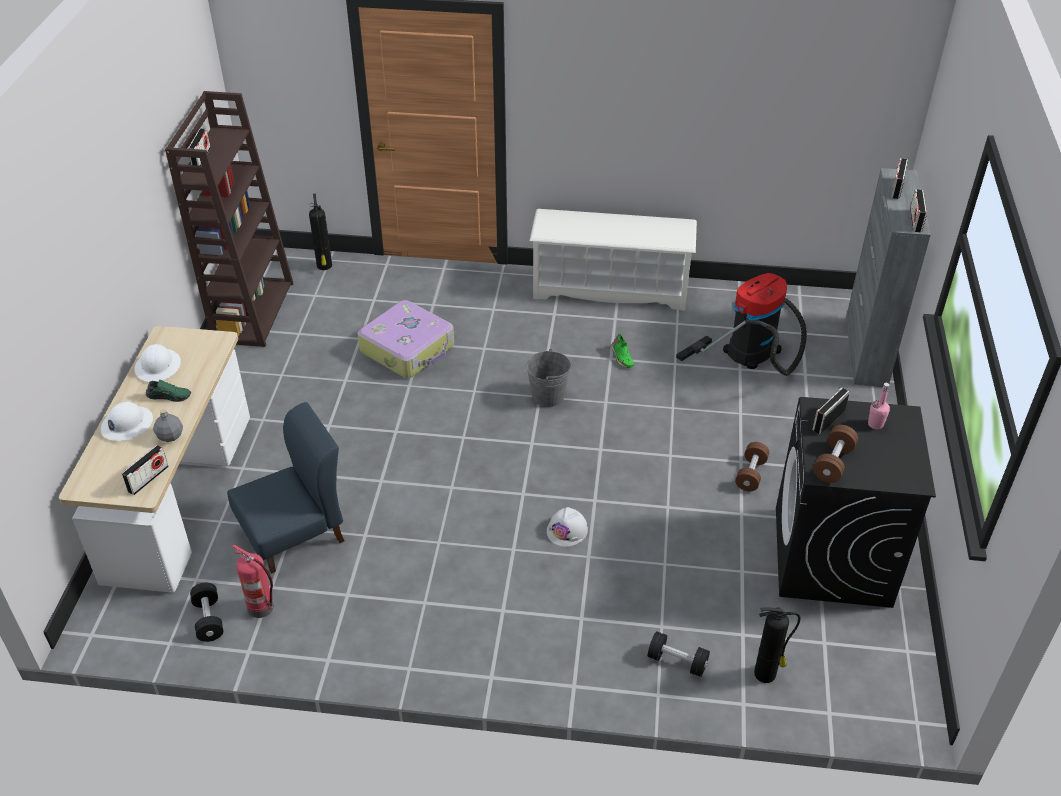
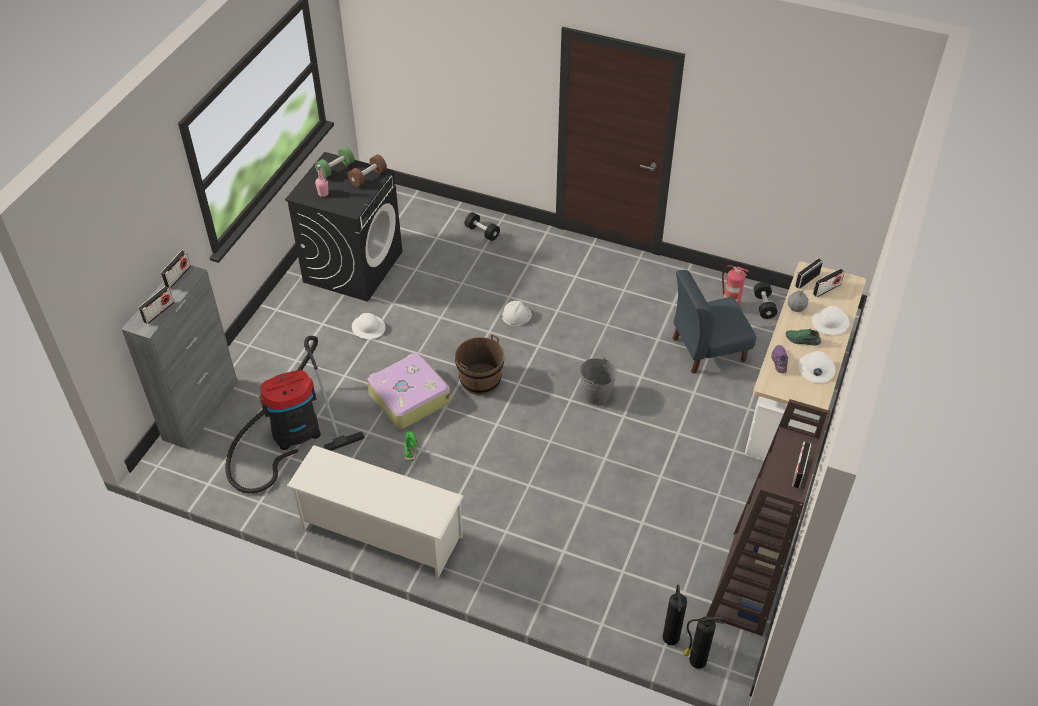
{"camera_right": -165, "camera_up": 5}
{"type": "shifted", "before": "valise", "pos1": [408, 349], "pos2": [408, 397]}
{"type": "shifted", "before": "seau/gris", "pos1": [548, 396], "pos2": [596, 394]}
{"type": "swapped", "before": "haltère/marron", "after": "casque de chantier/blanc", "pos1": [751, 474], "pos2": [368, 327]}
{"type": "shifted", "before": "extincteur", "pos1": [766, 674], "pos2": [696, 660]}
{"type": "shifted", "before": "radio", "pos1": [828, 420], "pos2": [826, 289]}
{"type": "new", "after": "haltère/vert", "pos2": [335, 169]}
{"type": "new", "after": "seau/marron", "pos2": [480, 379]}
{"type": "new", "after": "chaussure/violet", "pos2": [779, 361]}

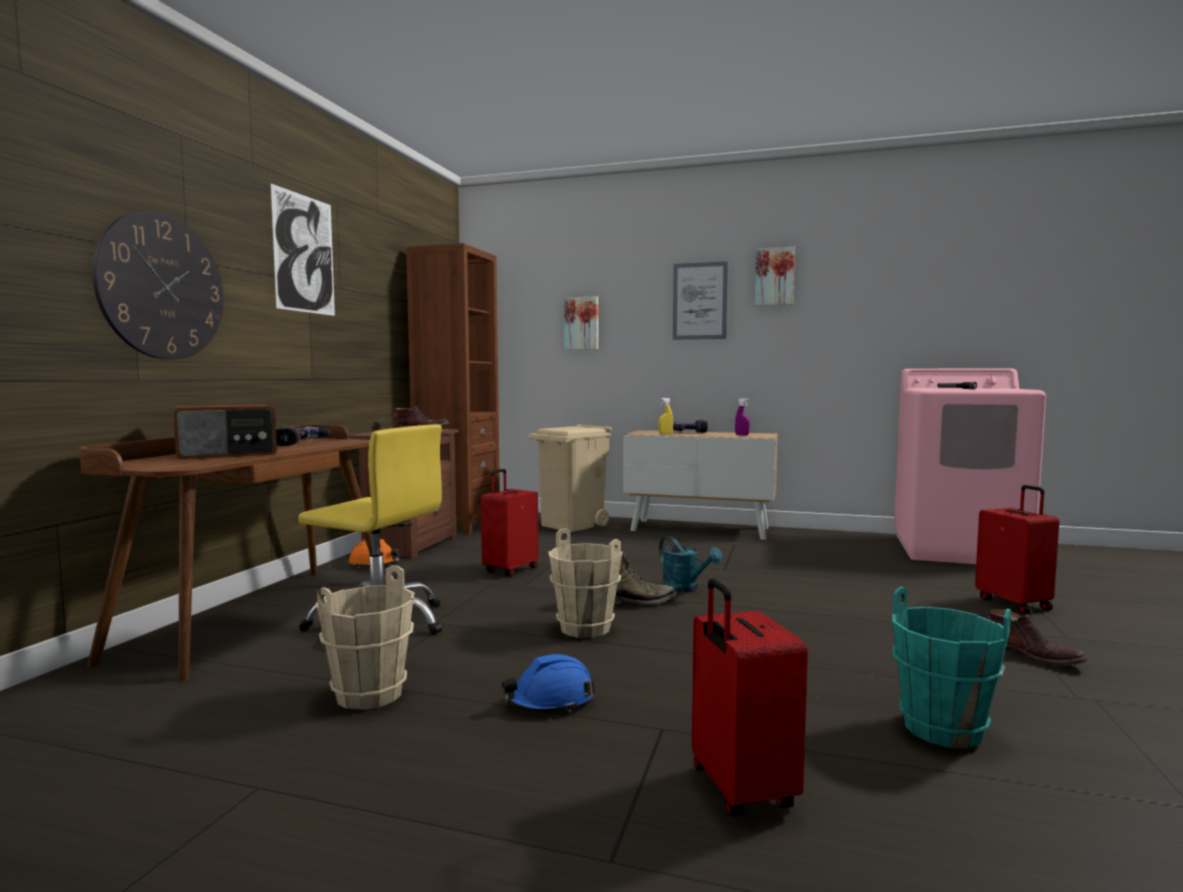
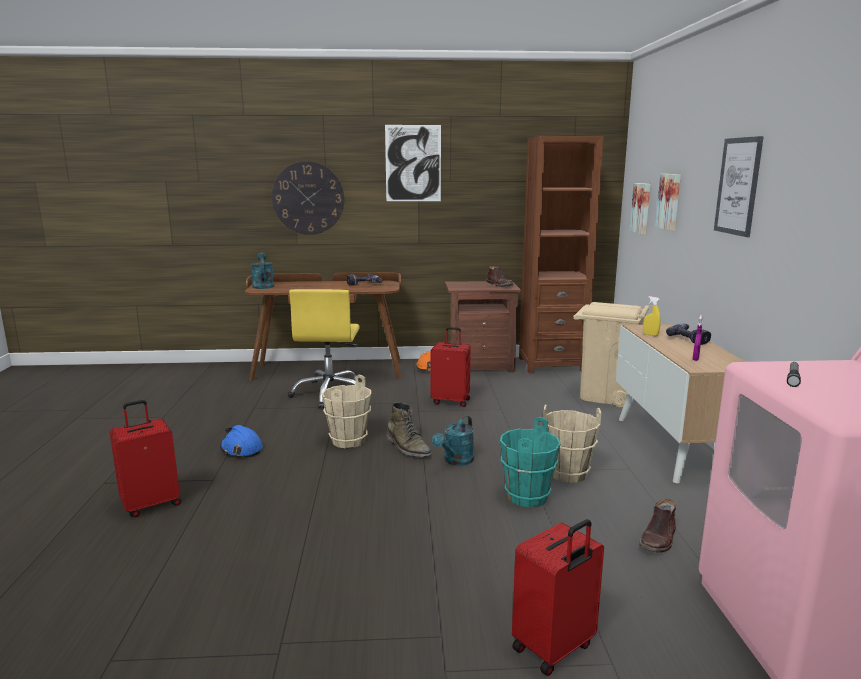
{"camera_right": 70, "camera_up": 10}
{"type": "gone", "before": "radio", "pos1": [227, 454]}
{"type": "shifted", "before": "seau/beige", "pos1": [370, 694], "pos2": [568, 474]}
{"type": "shifted", "before": "tableau", "pos1": [774, 277], "pos2": [642, 208]}
{"type": "shifted", "before": "seau/turquoise", "pos1": [942, 730], "pos2": [526, 496]}
{"type": "shifted", "before": "botte/marron", "pos1": [1032, 655], "pos2": [658, 539]}
{"type": "new", "after": "arrosoir/turquoise", "pos2": [263, 285]}

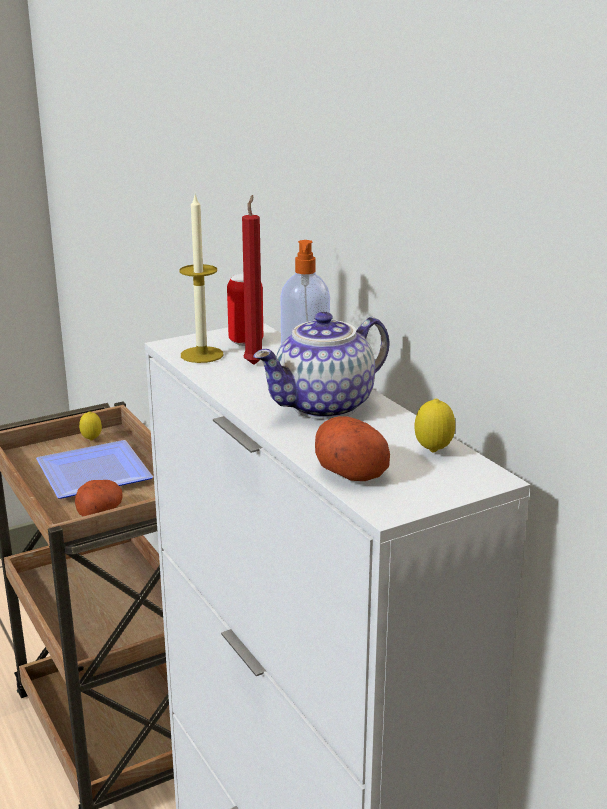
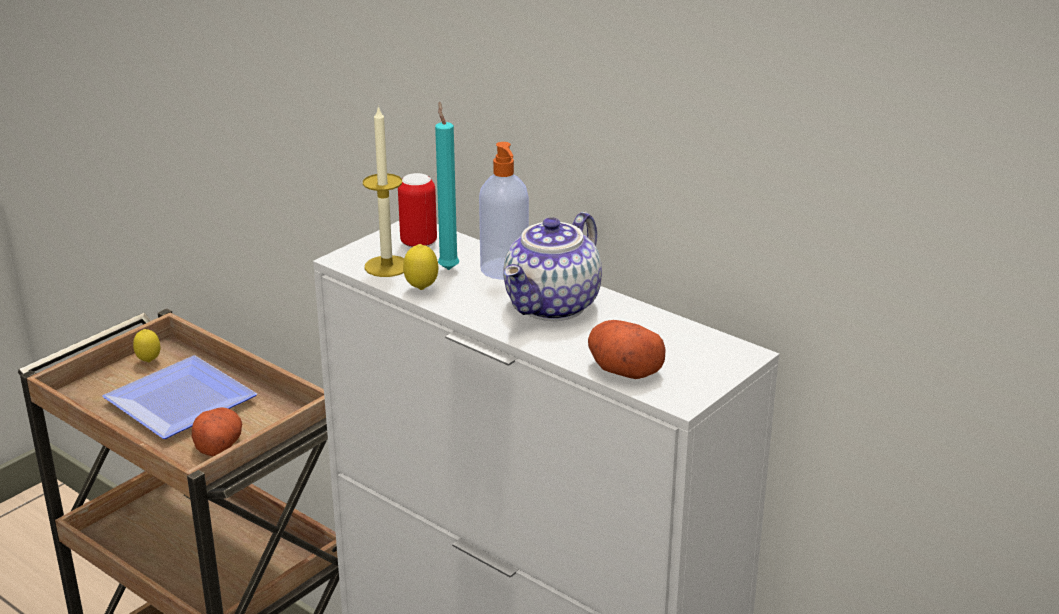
{"camera_right": -20, "camera_up": 5}
{"type": "repainted", "before": "bougie/rouge", "after": "bougie/turquoise", "pos1": [254, 363], "pos2": [448, 268]}
{"type": "shifted", "before": "citron", "pos1": [433, 452], "pos2": [421, 289]}

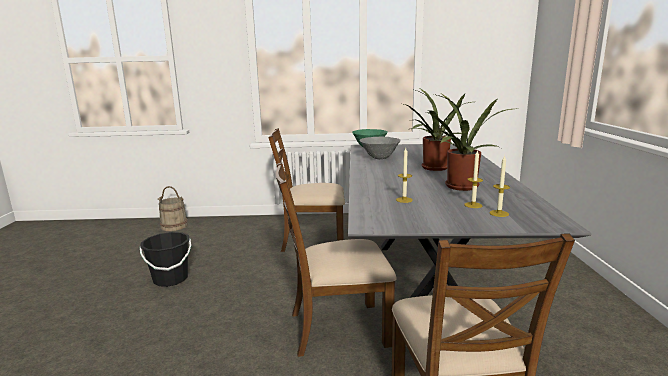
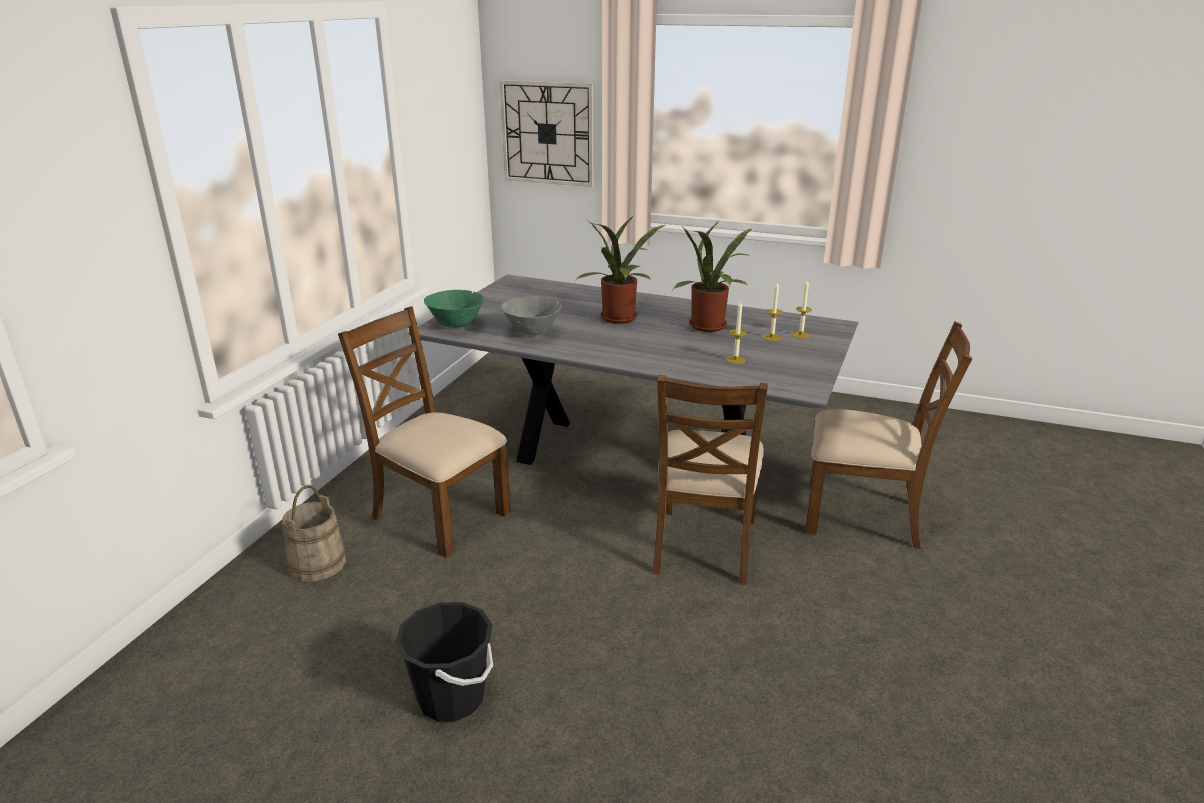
{"camera_right": -70, "camera_up": 10}
{"type": "shifted", "before": "seau/beige", "pos1": [174, 226], "pos2": [317, 563]}
{"type": "rotated", "before": "chaise/marron", "pos1": [312, 241], "pos2": [439, 515], "turn": 105}
{"type": "new", "after": "horloge murale", "pos2": [547, 133]}

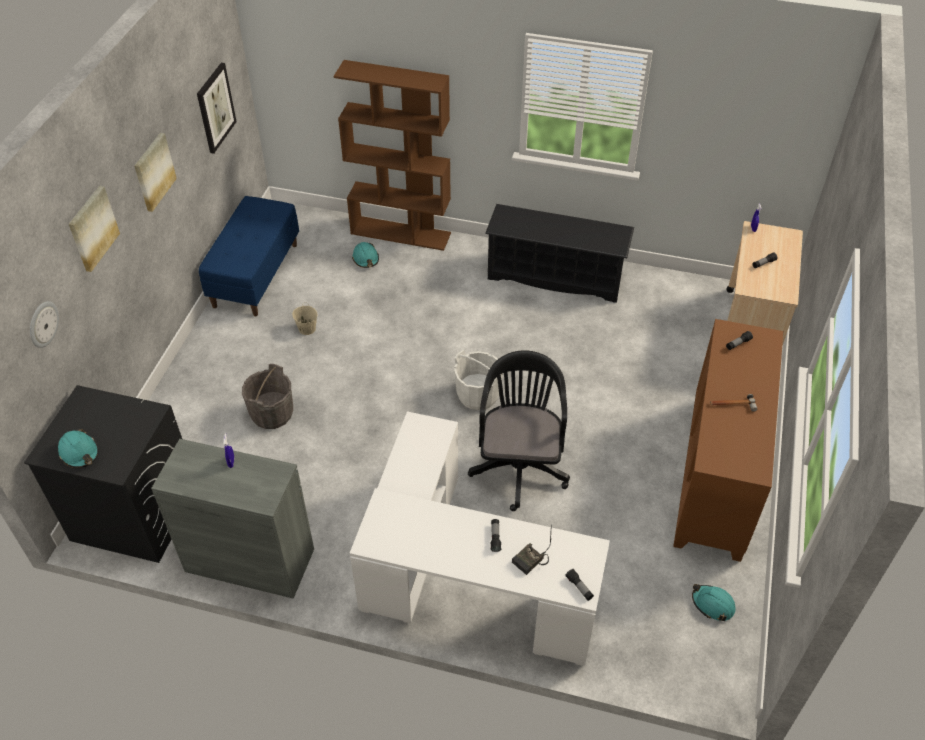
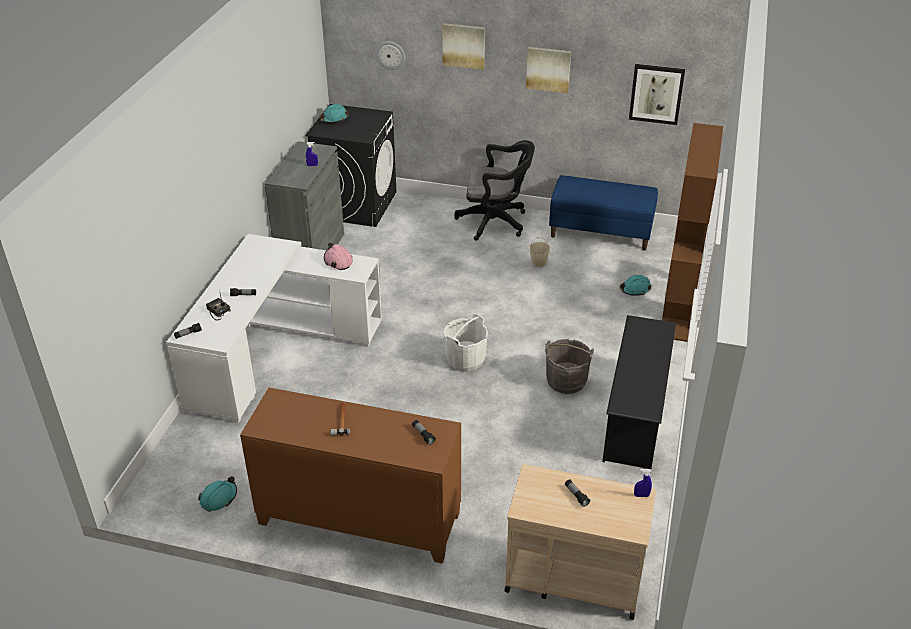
{"camera_right": 90, "camera_up": -10}
{"type": "shifted", "before": "seau/gris", "pos1": [272, 413], "pos2": [566, 381]}
{"type": "shifted", "before": "chaise de bureau/noir", "pos1": [519, 464], "pos2": [496, 222]}
{"type": "new", "after": "casque de chantier/rose", "pos2": [338, 261]}

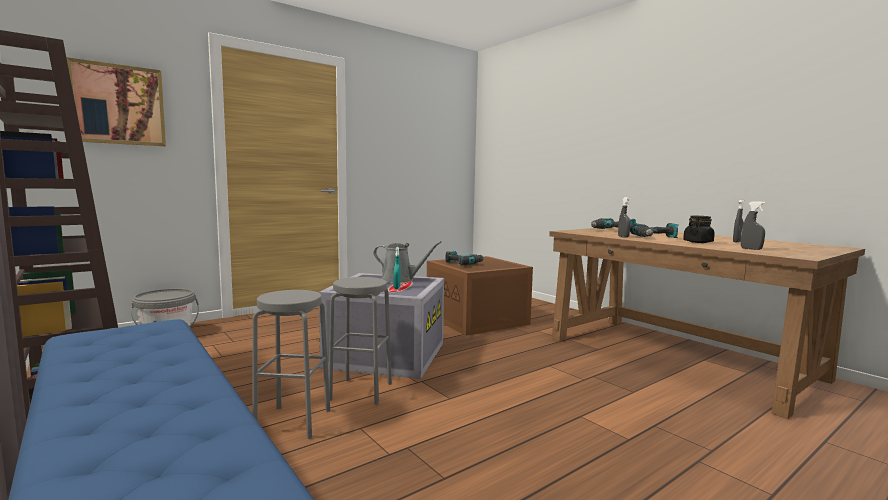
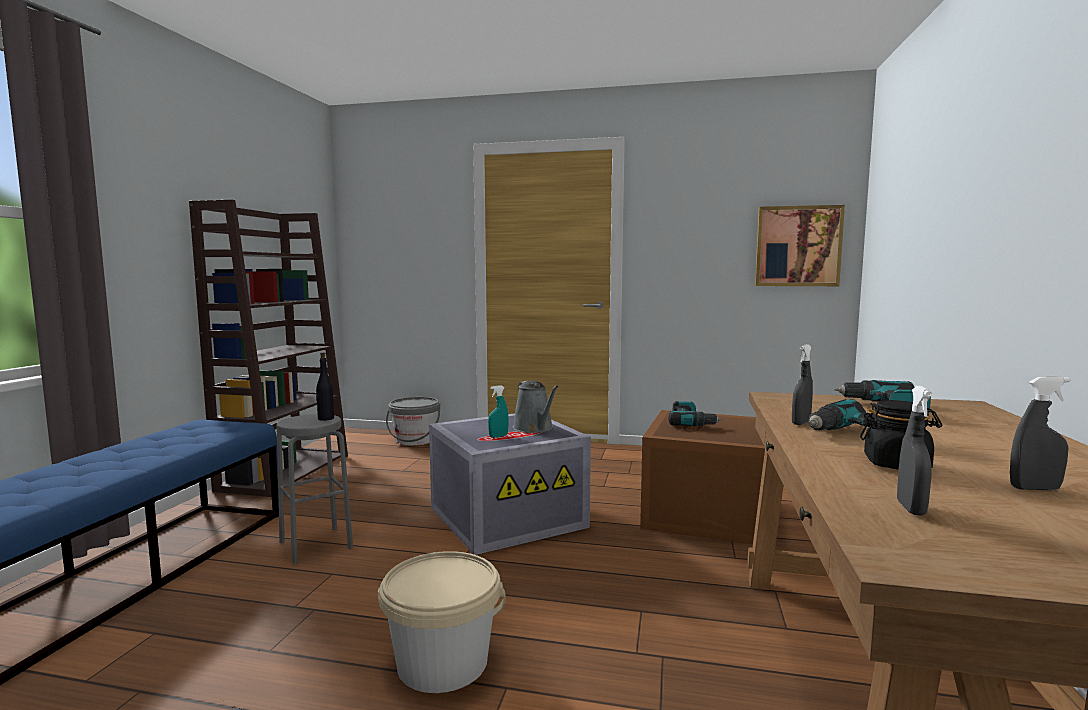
{"camera_right": 50, "camera_up": 0}
{"type": "shifted", "before": "tableau", "pos1": [118, 105], "pos2": [798, 246]}
{"type": "gone", "before": "tabouret/gris", "pos1": [360, 391]}
{"type": "new", "after": "bouteille/noir", "pos2": [325, 418]}
{"type": "new", "after": "seau/beige", "pos2": [442, 663]}

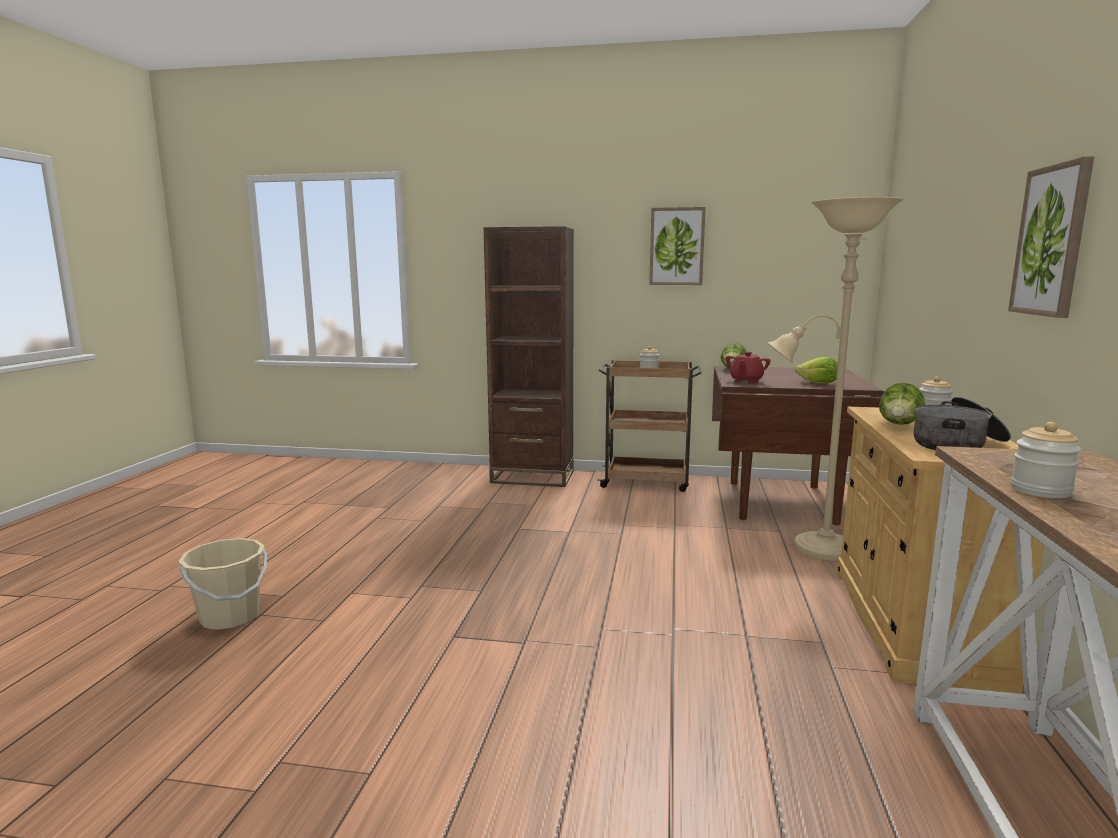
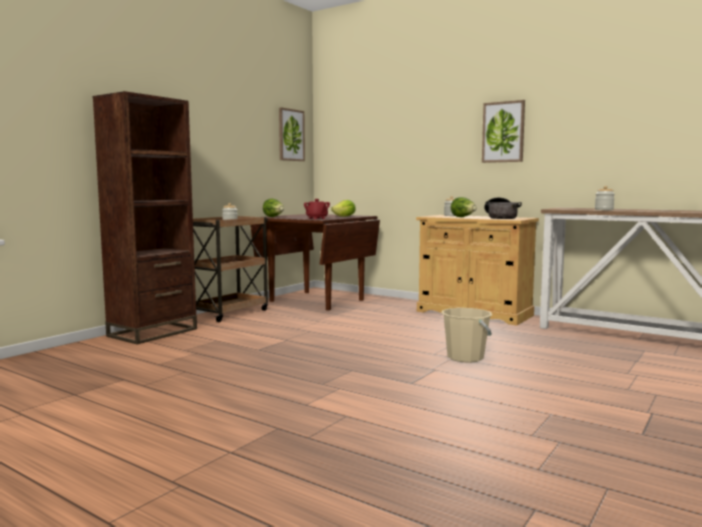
{"camera_right": -65, "camera_up": -5}
{"type": "shifted", "before": "seau/beige", "pos1": [230, 617], "pos2": [465, 357]}
{"type": "shifted", "before": "tableau", "pos1": [676, 246], "pos2": [291, 135]}
{"type": "gone", "before": "lampadaire/beige", "pos1": [816, 548]}

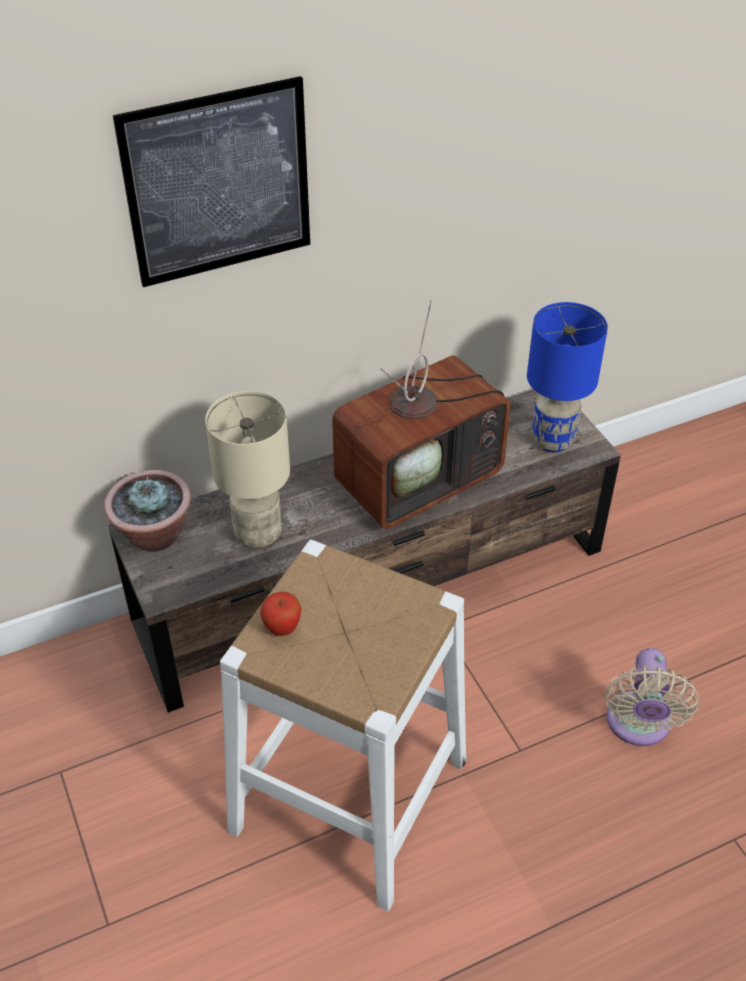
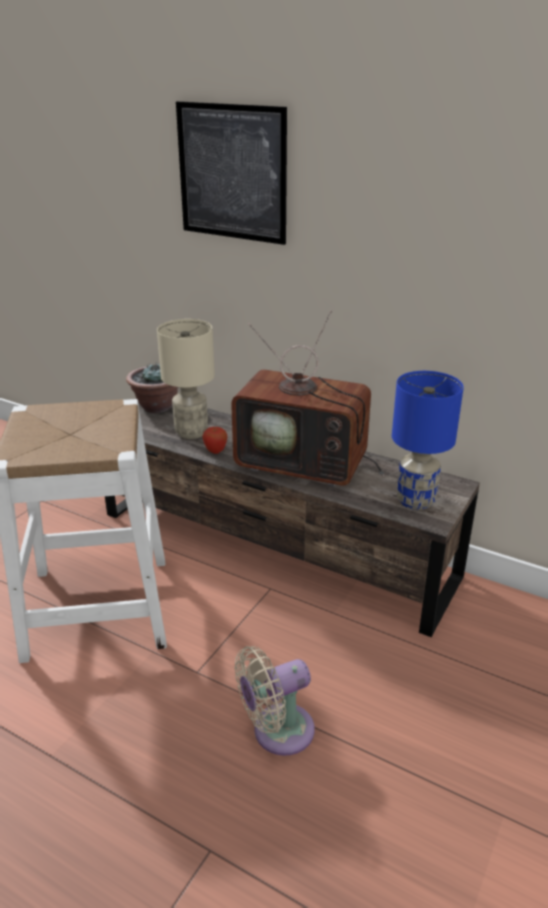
{"camera_right": 55, "camera_up": -15}
{"type": "shifted", "before": "pomme", "pos1": [282, 629], "pos2": [215, 451]}

